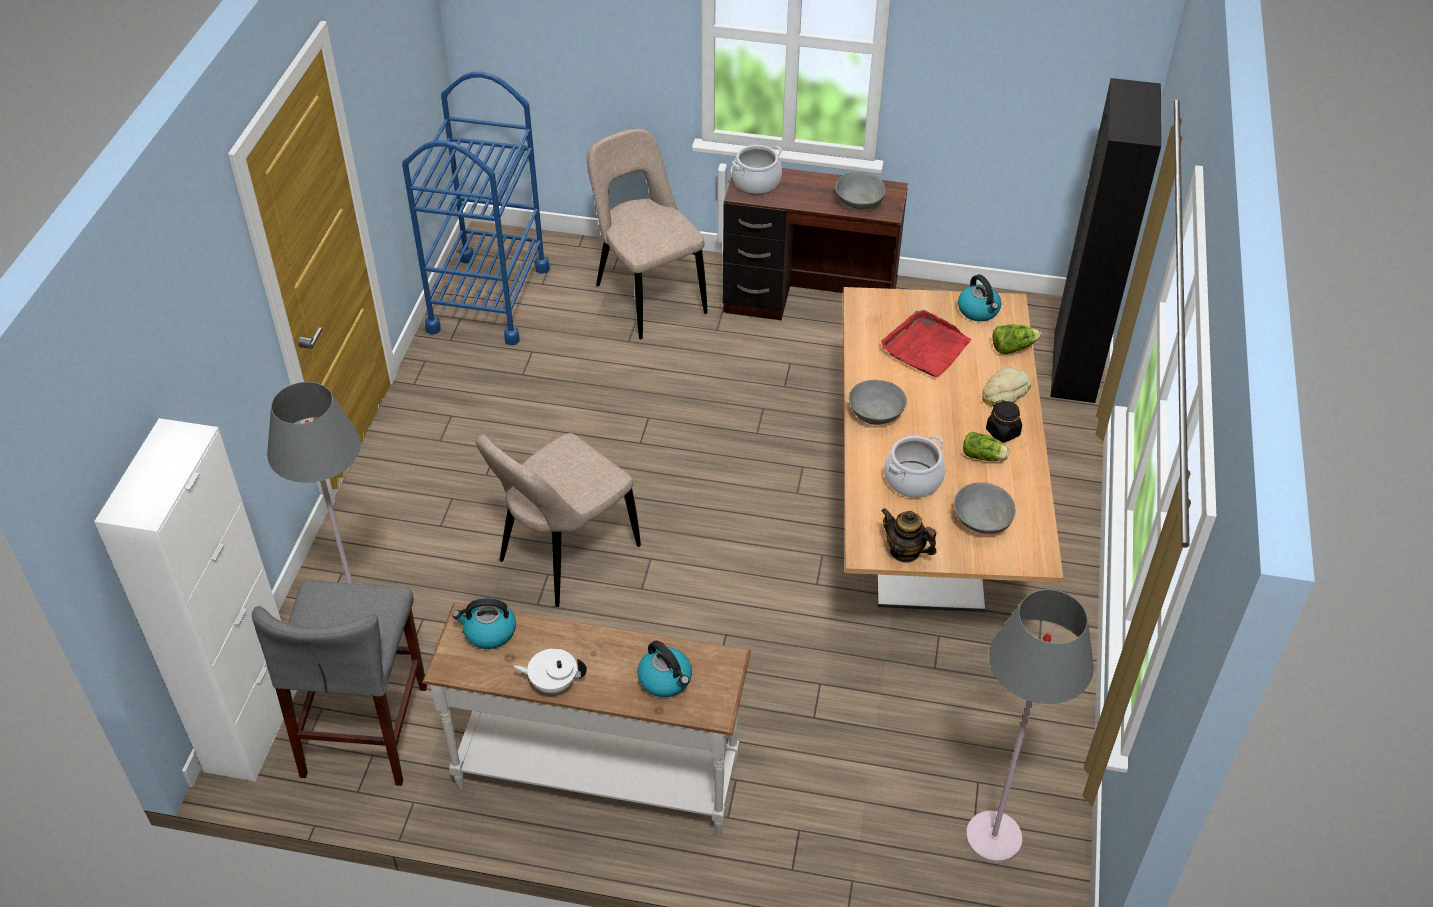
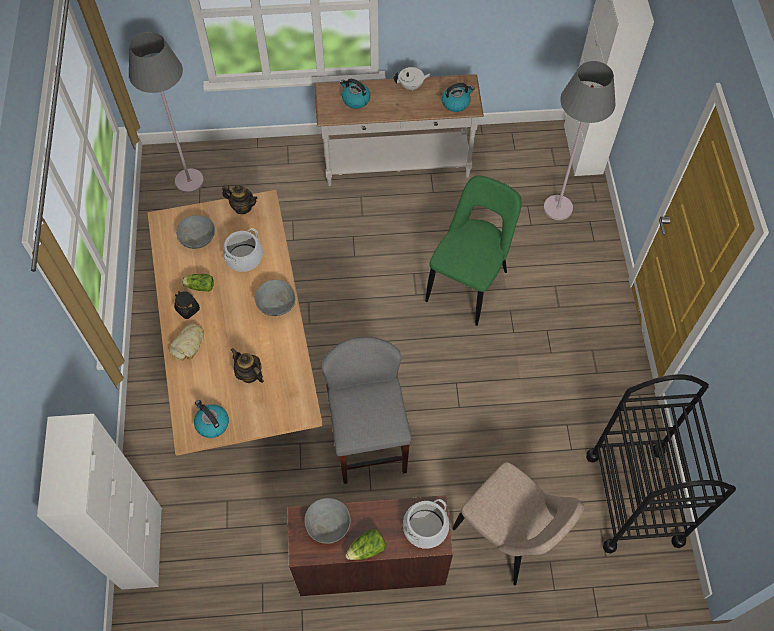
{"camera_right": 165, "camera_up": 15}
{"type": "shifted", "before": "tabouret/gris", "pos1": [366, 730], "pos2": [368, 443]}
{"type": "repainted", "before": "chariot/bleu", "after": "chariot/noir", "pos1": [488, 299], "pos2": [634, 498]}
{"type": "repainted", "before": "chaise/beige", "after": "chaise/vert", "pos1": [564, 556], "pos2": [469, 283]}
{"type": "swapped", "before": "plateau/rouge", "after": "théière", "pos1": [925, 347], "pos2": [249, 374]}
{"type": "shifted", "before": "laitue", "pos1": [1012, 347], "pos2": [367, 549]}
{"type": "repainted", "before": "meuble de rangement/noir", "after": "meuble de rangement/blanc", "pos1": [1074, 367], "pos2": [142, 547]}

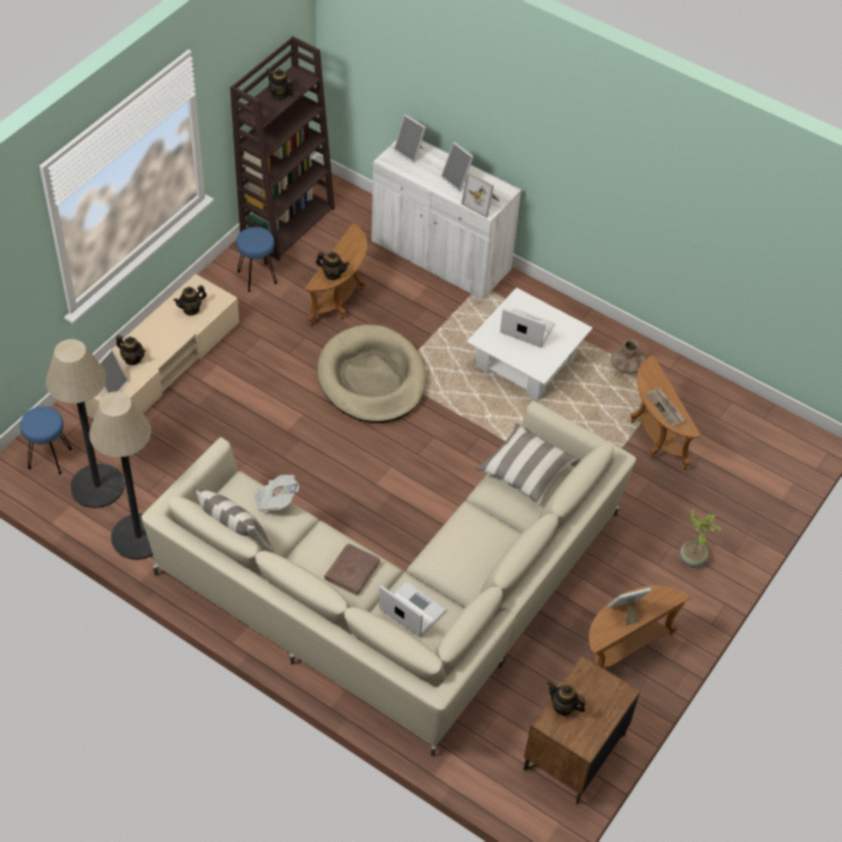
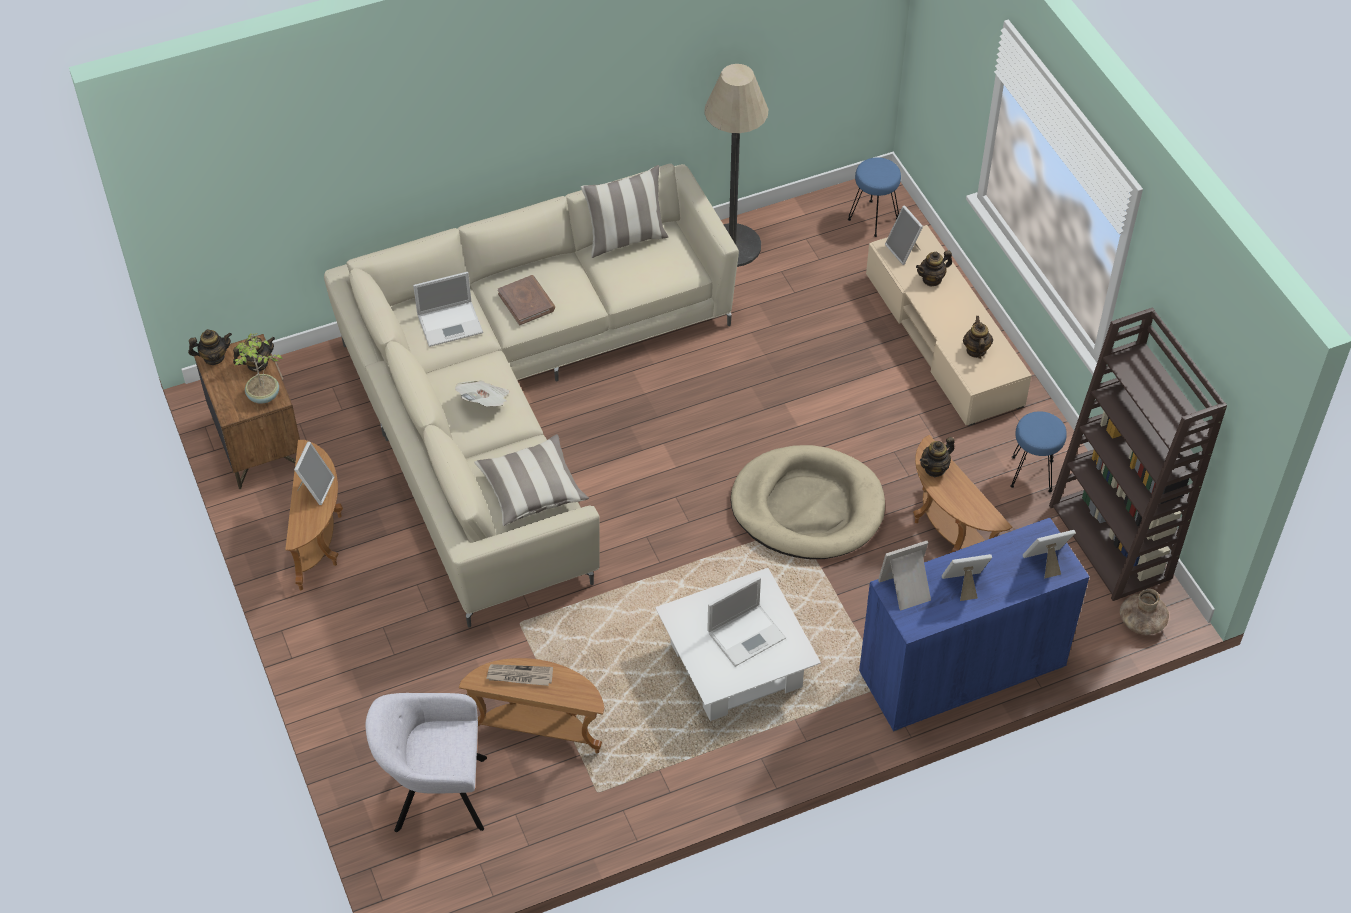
{"camera_right": 125, "camera_up": 0}
{"type": "gone", "before": "lampadaire", "pos1": [97, 486]}
{"type": "shifted", "before": "journal", "pos1": [275, 500], "pos2": [485, 402]}
{"type": "shifted", "before": "théière", "pos1": [280, 95], "pos2": [214, 357]}
{"type": "repainted", "before": "meuble de rangement/blanc", "after": "meuble de rangement/bleu", "pos1": [440, 256], "pos2": [961, 669]}
{"type": "shifted", "before": "vase/marron", "pos1": [627, 365], "pos2": [1142, 621]}
{"type": "shifted", "before": "plante en pot", "pos1": [693, 558], "pos2": [263, 396]}
{"type": "new", "after": "fauteuil/gris", "pos2": [435, 793]}

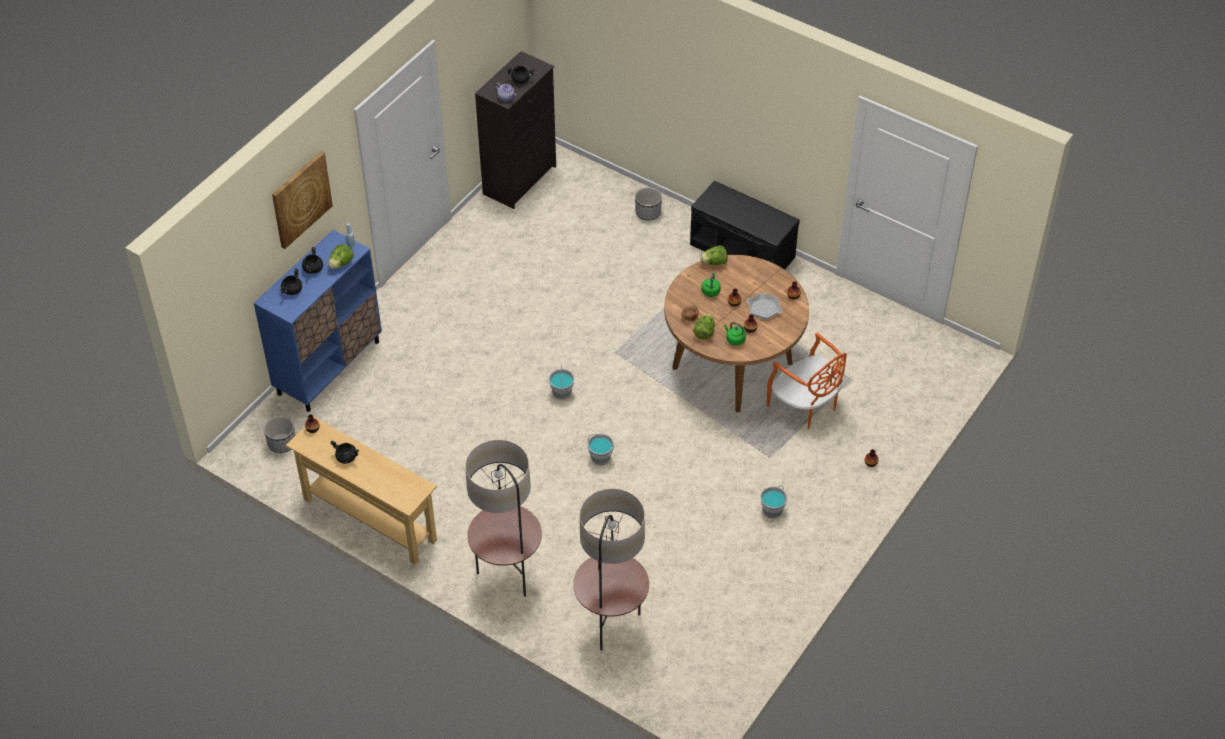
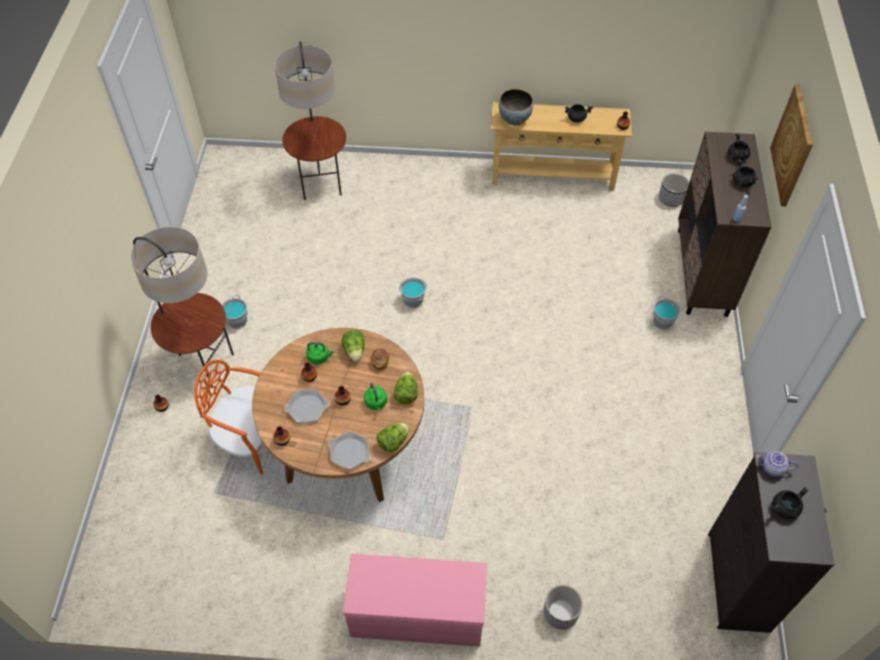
{"camera_right": 150, "camera_up": 5}
{"type": "repainted", "before": "meuble de rangement/bleu", "after": "meuble de rangement/marron", "pos1": [329, 367], "pos2": [702, 272]}
{"type": "shifted", "before": "laitue", "pos1": [341, 264], "pos2": [406, 394]}
{"type": "shifted", "before": "lampadaire", "pos1": [507, 577], "pos2": [204, 363]}
{"type": "shifted", "before": "seau/gris", "pos1": [561, 392], "pos2": [663, 322]}
{"type": "repainted", "before": "banc/noir", "after": "banc/rose", "pos1": [743, 250], "pos2": [416, 614]}
{"type": "new", "after": "poêle", "pos2": [350, 453]}
{"type": "new", "after": "bol", "pos2": [514, 119]}

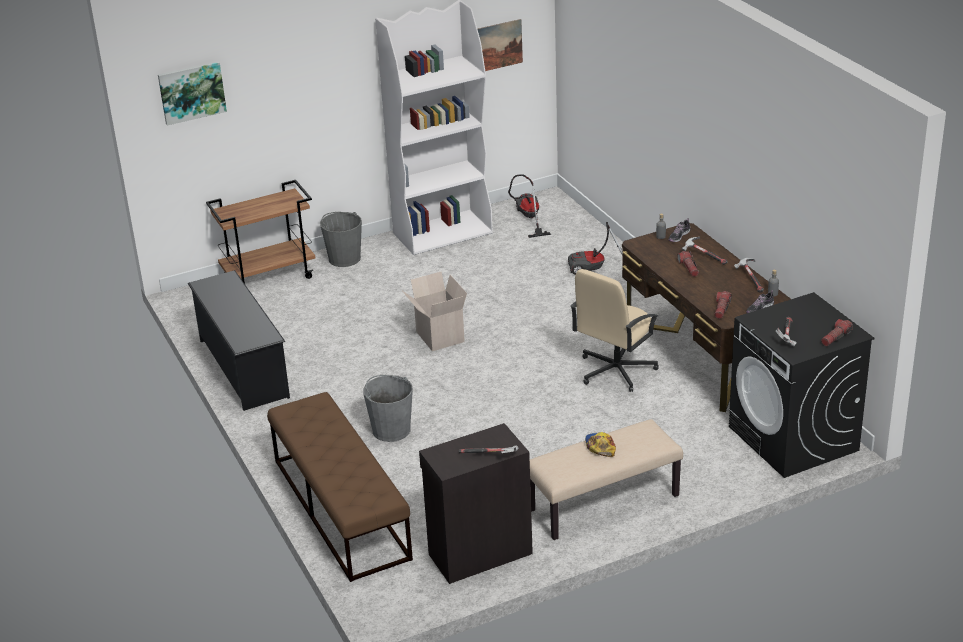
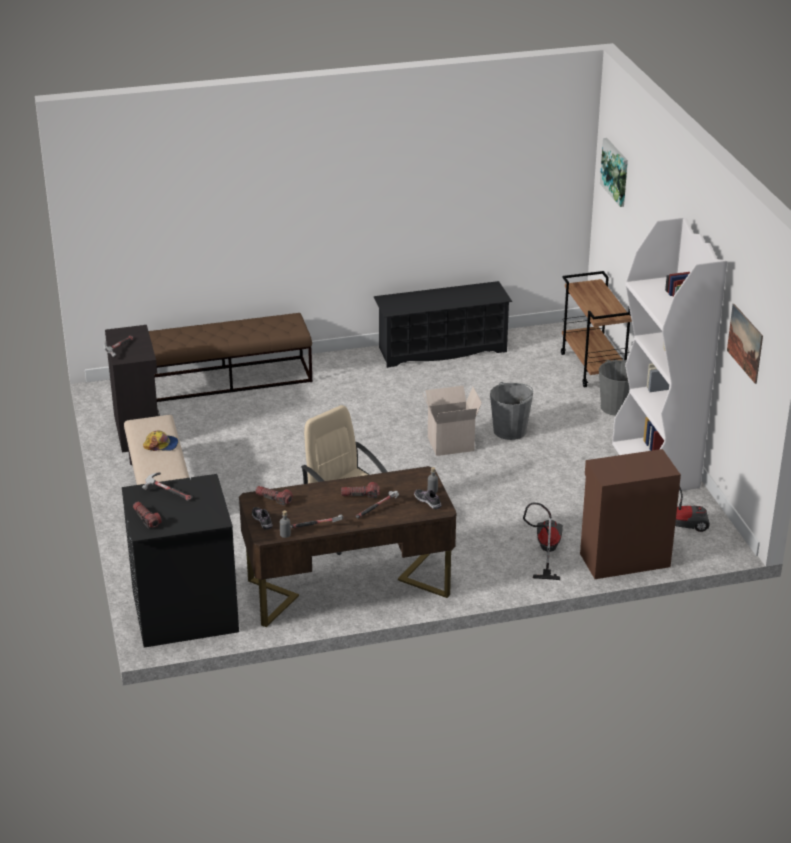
{"camera_right": 100, "camera_up": 0}
{"type": "shifted", "before": "seau/gris", "pos1": [391, 430], "pos2": [510, 430]}
{"type": "new", "after": "meuble de rangement/marron", "pos2": [623, 559]}

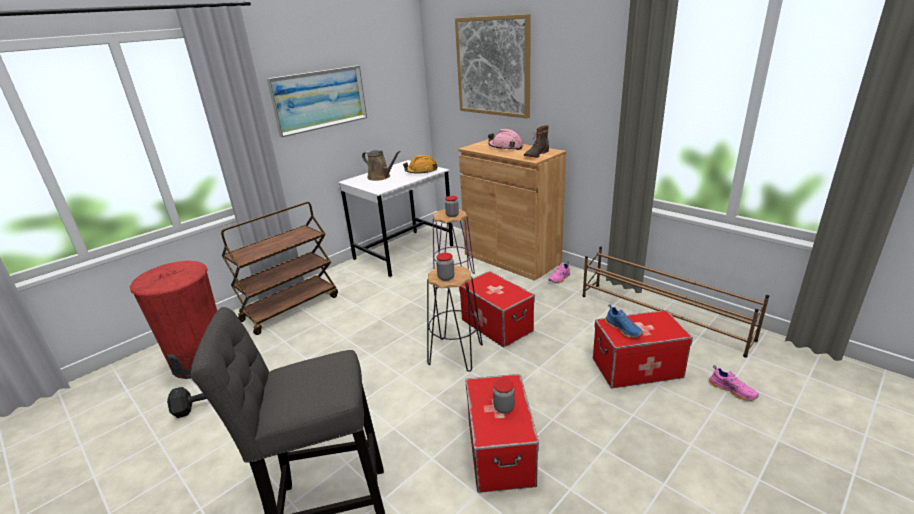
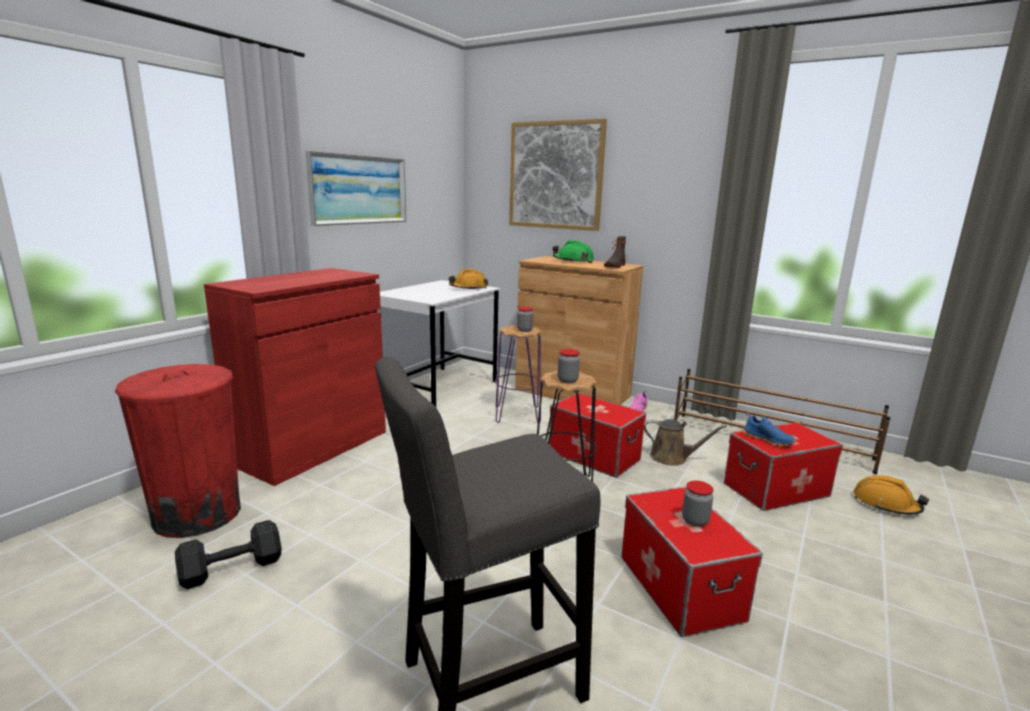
{"camera_right": -15, "camera_up": -10}
{"type": "swapped", "before": "chariot/marron", "after": "meuble de rangement/rouge", "pos1": [291, 307], "pos2": [312, 447]}
{"type": "shifted", "before": "arrosoir/marron", "pos1": [380, 177], "pos2": [672, 458]}
{"type": "repainted", "before": "casque de chantier/rose", "after": "casque de chantier/vert", "pos1": [505, 147], "pos2": [573, 261]}
{"type": "swapped", "before": "chaussure/rose", "after": "casque de chantier/orange", "pos1": [732, 390], "pos2": [886, 504]}

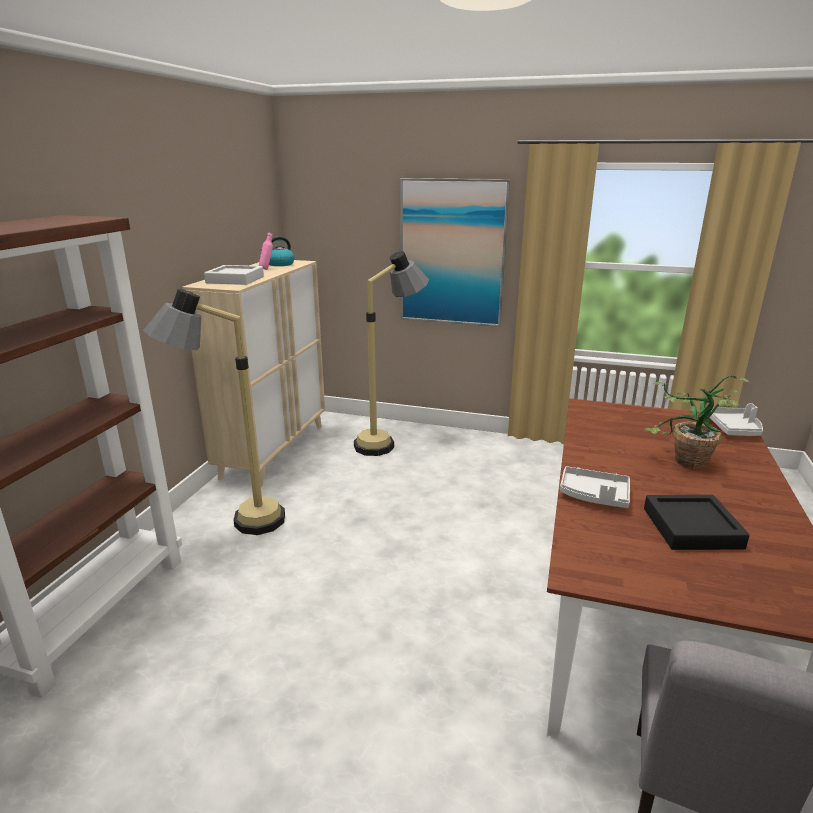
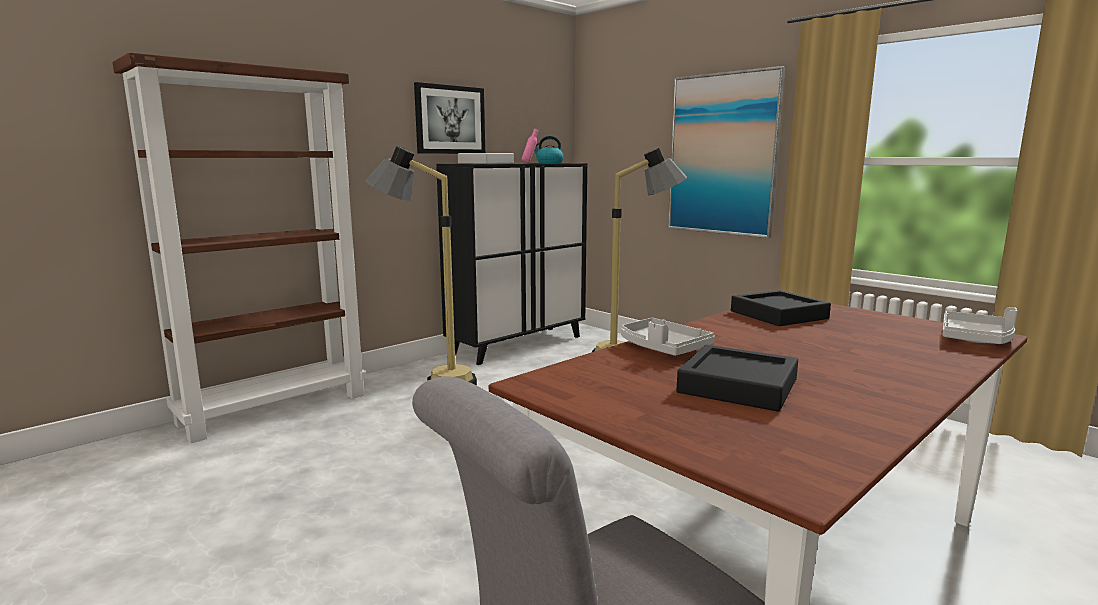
{"camera_right": 30, "camera_up": -10}
{"type": "repainted", "before": "meuble de rangement/beige", "after": "meuble de rangement/noir", "pos1": [274, 450], "pos2": [518, 345]}
{"type": "gone", "before": "plante en pot", "pos1": [684, 464]}
{"type": "new", "after": "tableau", "pos2": [450, 120]}
{"type": "new", "after": "plateau/noir", "pos2": [778, 315]}

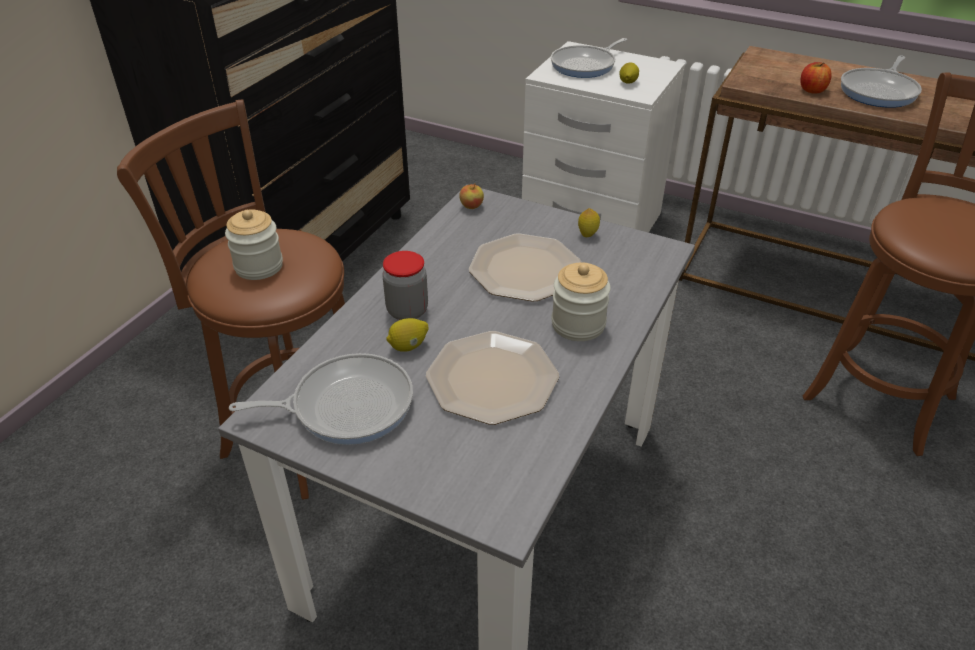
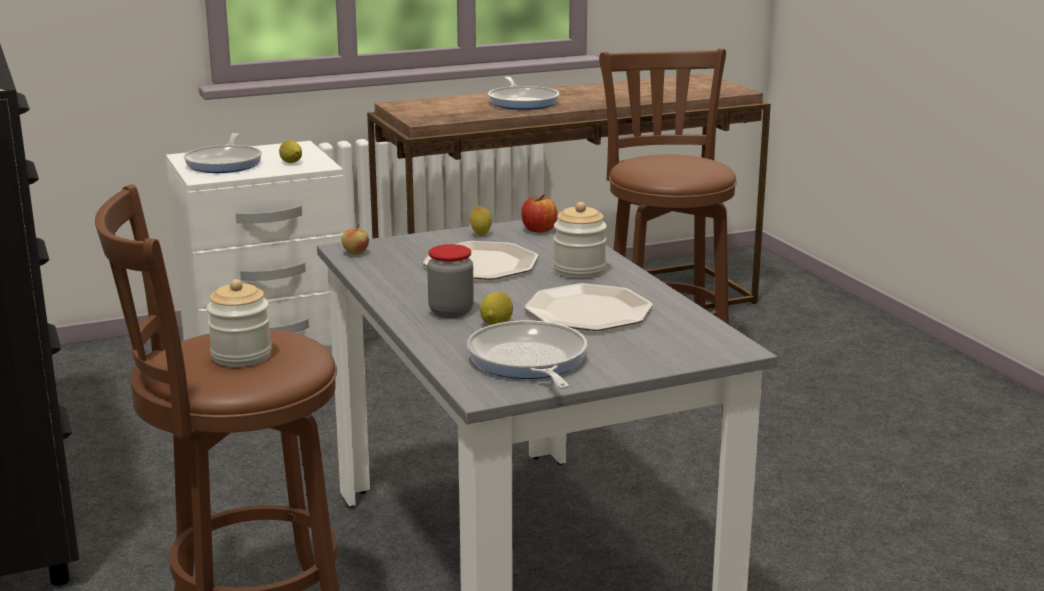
{"camera_right": -50, "camera_up": -20}
{"type": "rotated", "before": "poêle", "pos1": [346, 405], "pos2": [528, 361], "turn": -45}
{"type": "shifted", "before": "pomme", "pos1": [812, 90], "pos2": [538, 230]}

